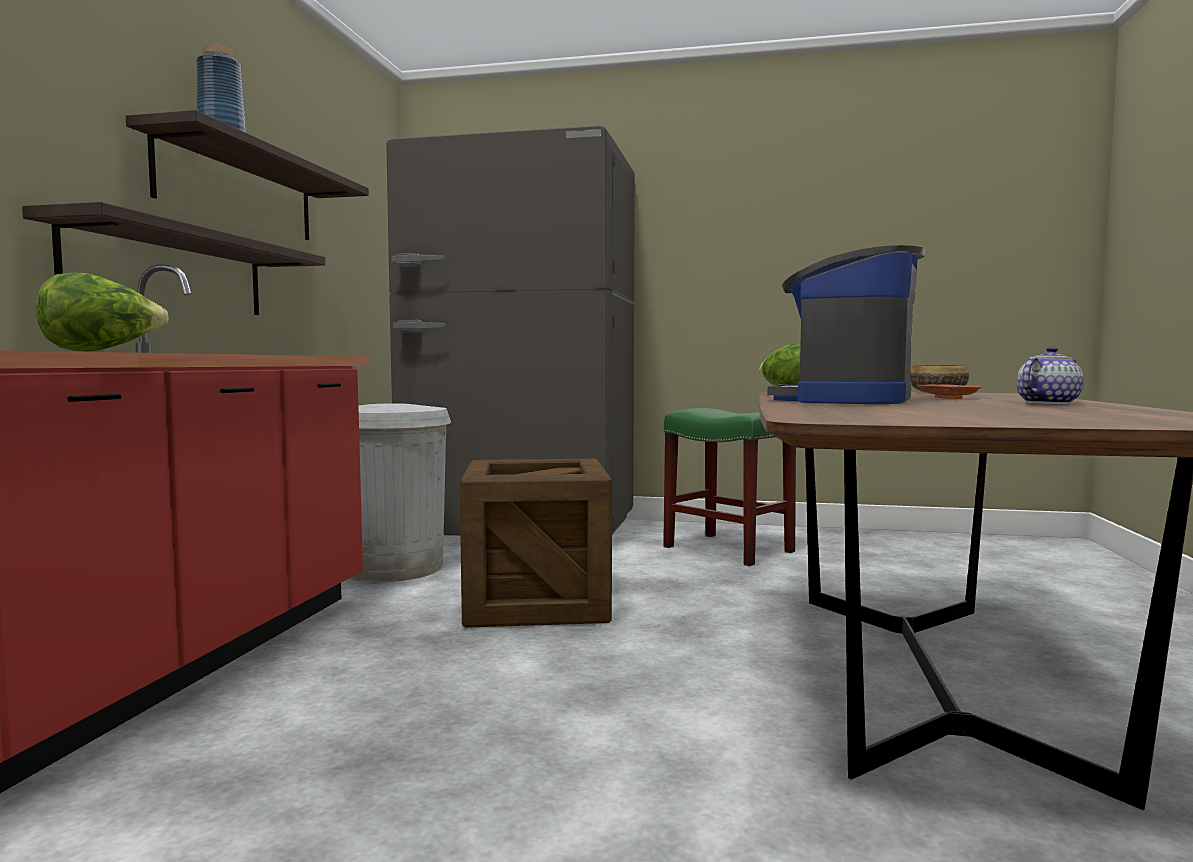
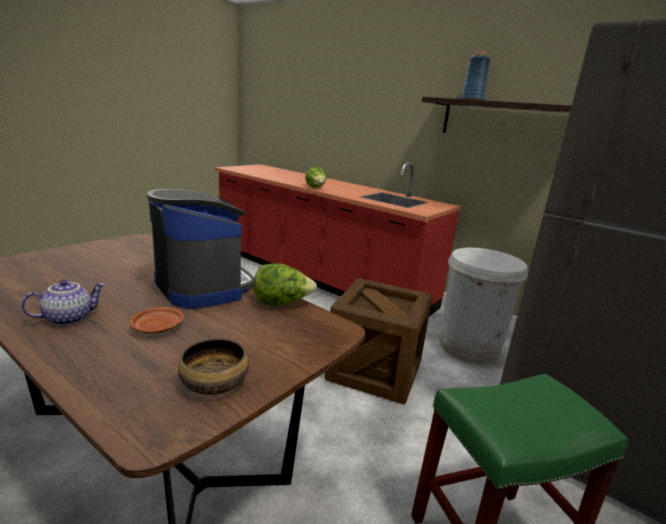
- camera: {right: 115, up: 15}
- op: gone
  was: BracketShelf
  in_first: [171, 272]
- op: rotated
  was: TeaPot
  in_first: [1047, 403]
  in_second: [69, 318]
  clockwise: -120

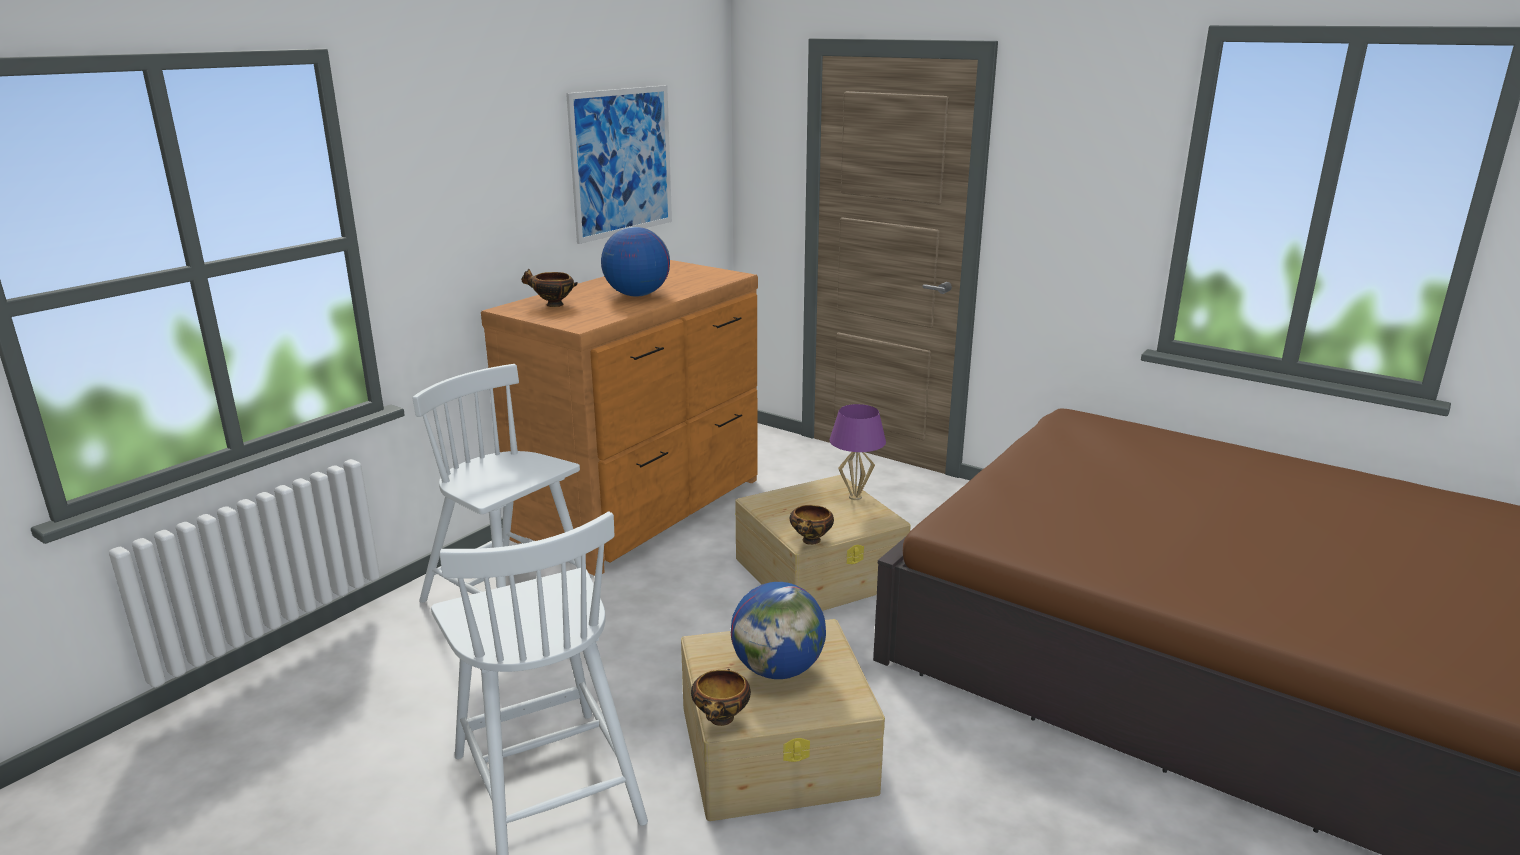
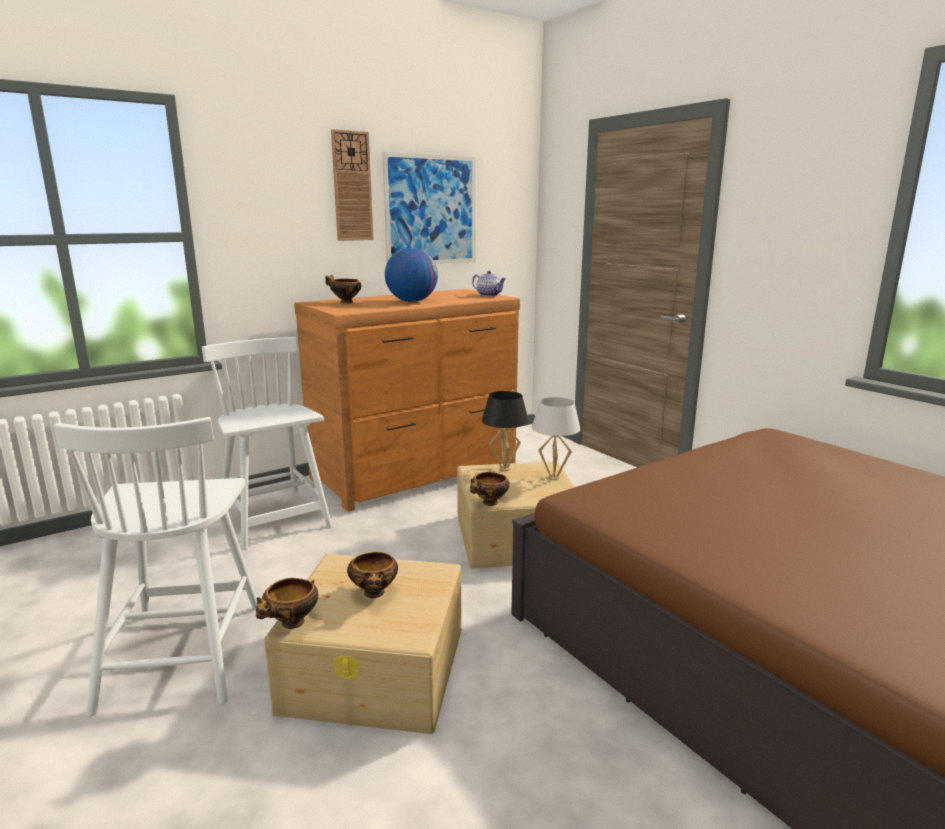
- camera: {right: 20, up: -5}
- op: repainted
  was: PurpleColouredLampForATable
  now: WhiteLampForATable
  in_first: [855, 497]
  in_second: [553, 478]
- op: swapped
  was: DeskGlobe
  now: DeepDish
  in_first: [778, 669]
  in_second: [374, 594]
- op: new
  now: HangingClock
  in_second: [352, 186]
- op: new
  now: TeaPot
  in_second: [489, 295]
- op: new
  now: BlackColouredLampForATable
  in_second: [504, 469]

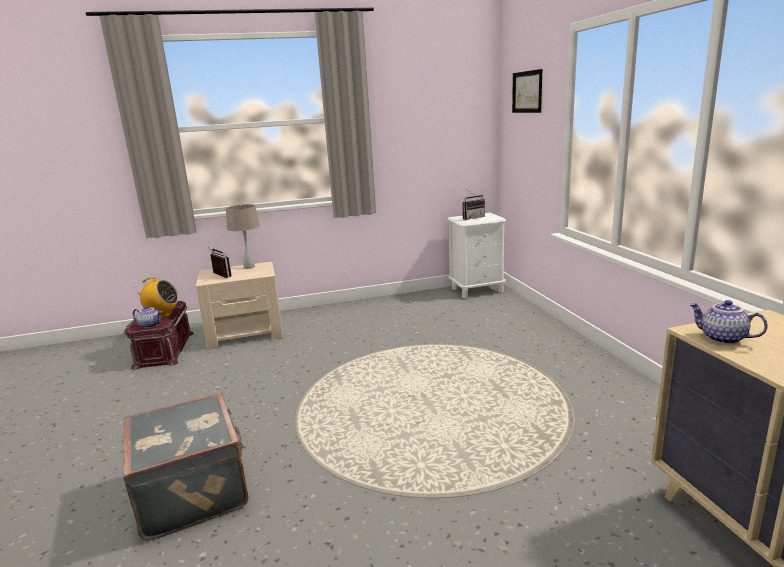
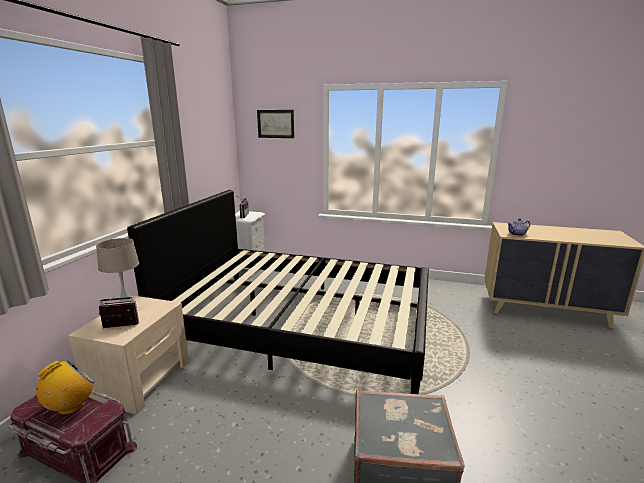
- camera: {right: -60, up: 0}
- op: gone
  was: TeaPot
  in_first: [150, 325]
- op: new
  now: BlackColouredBed
  in_second: [301, 323]

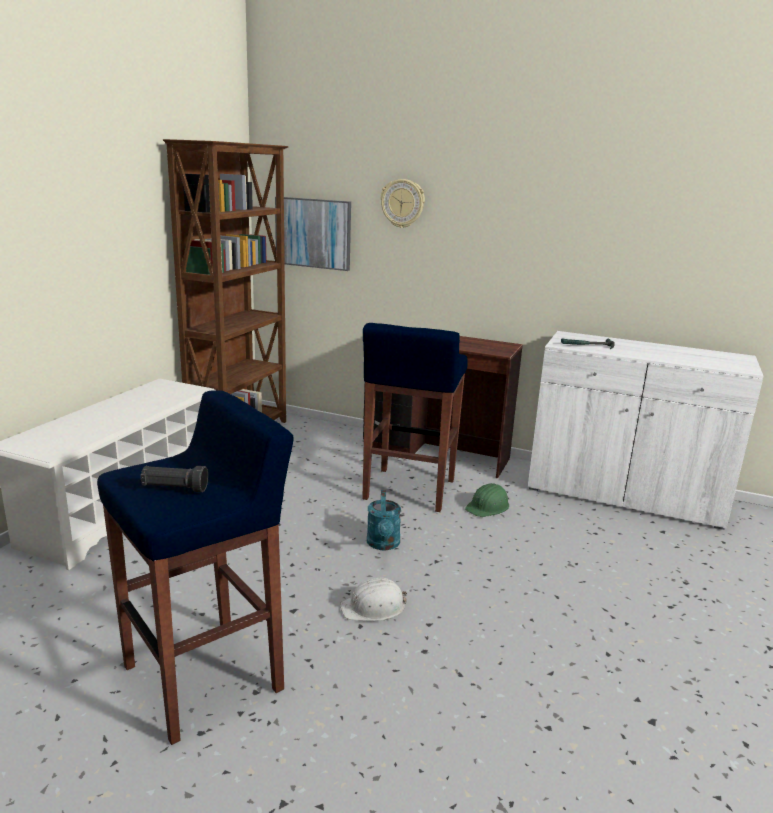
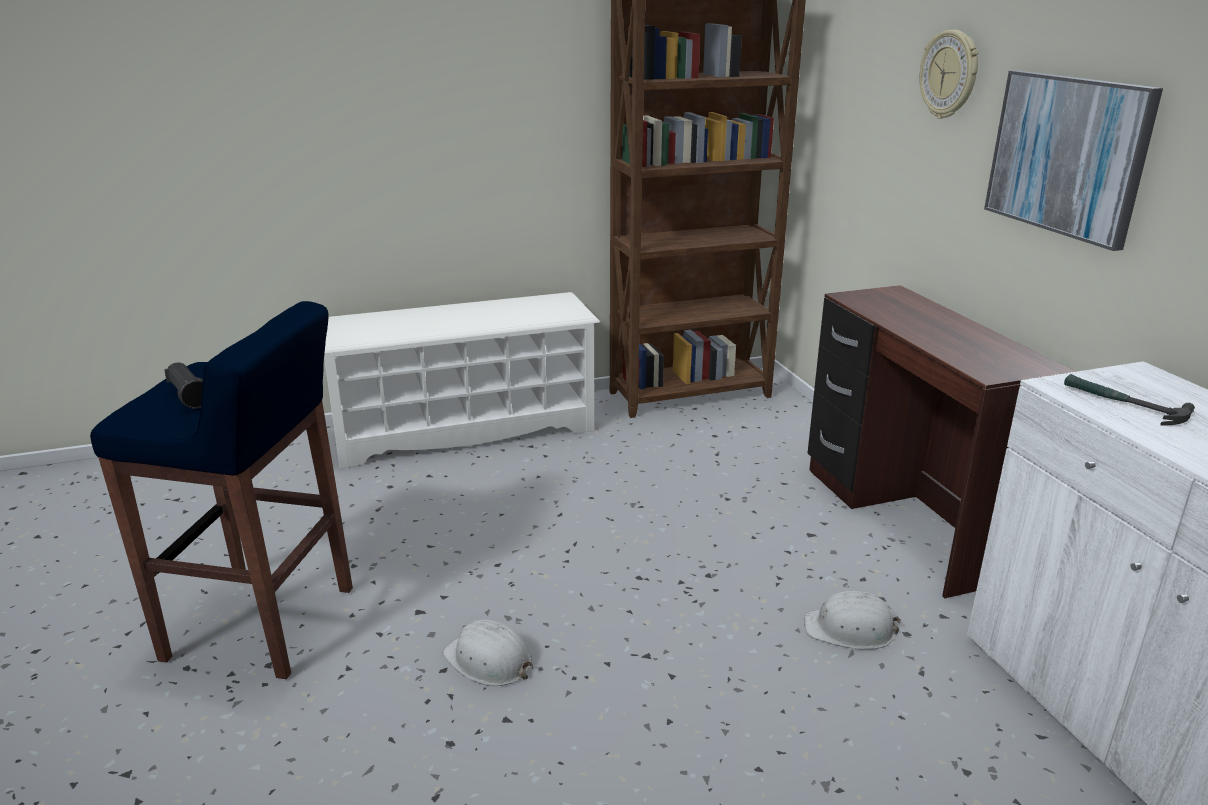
- camera: {right: 50, up: 5}
- op: shifted
  was: WallArt
  in_first: [313, 233]
  in_second: [1067, 155]
- op: gone
  was: BluishStool
  in_first: [408, 490]
- op: repainted
  was: GreenColouredHardHat
  now: WhiteHardHat
  in_first: [488, 507]
  in_second: [850, 630]
- op: gone
  was: TurquoiseColouredWateringPot
  in_first: [383, 545]

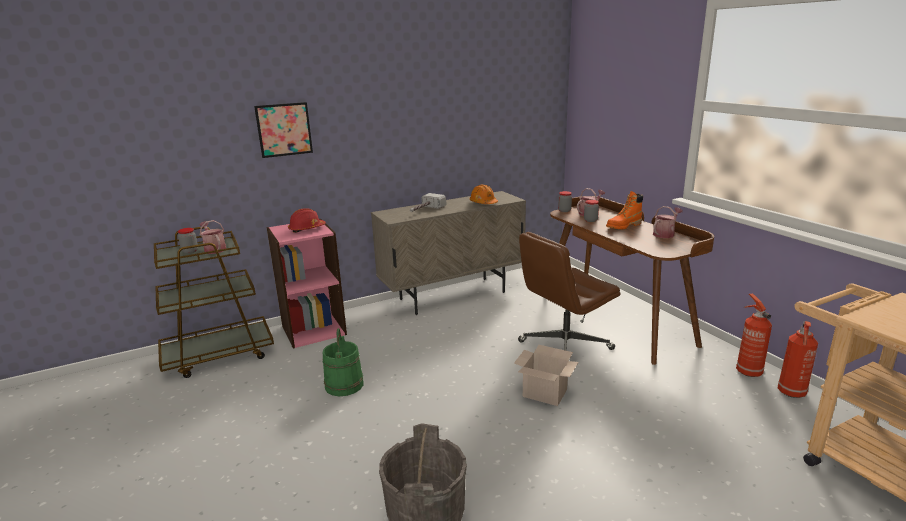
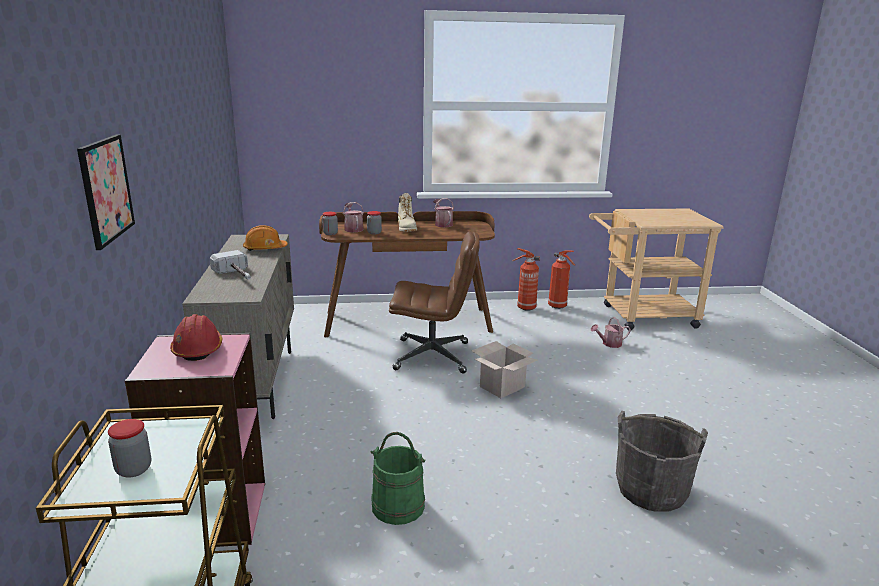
- camera: {right: -70, up: 0}
- op: repainted
  was: OrangeBoot
  now: BeigeBoot
  in_first: [623, 226]
  in_second: [407, 228]
- op: shifted
  was: WateringPot
  in_first: [214, 249]
  in_second: [609, 344]
- op: rotated
  was: BrownishComputerChair
  in_first: [564, 346]
  in_second: [433, 356]
  clockwise: -75

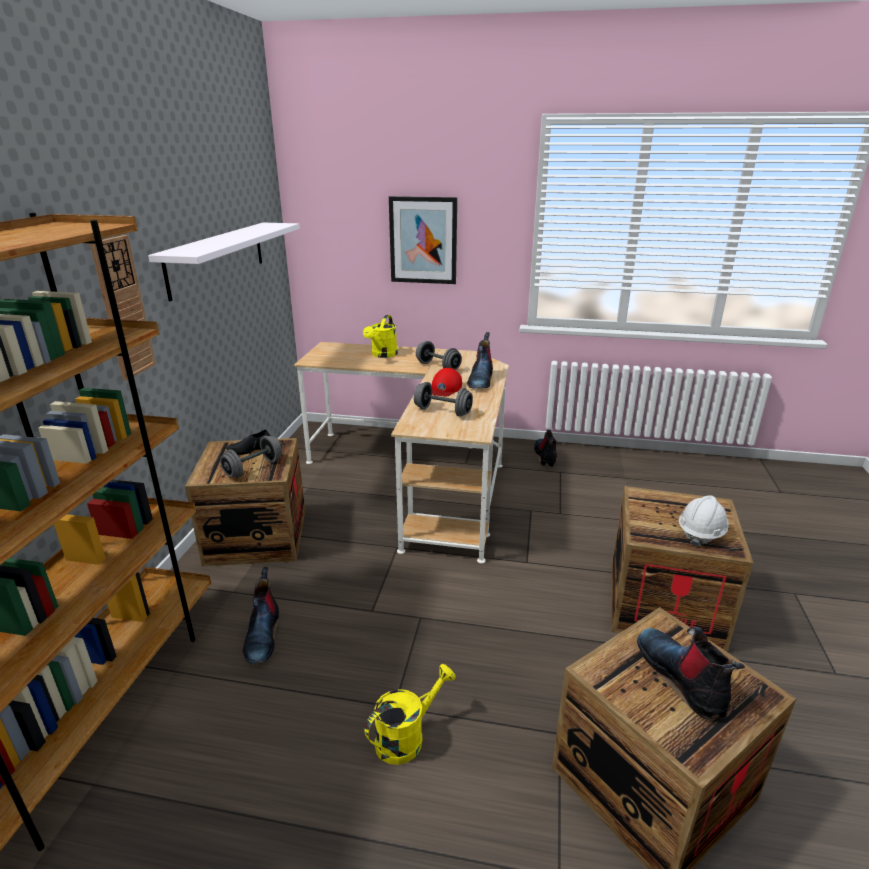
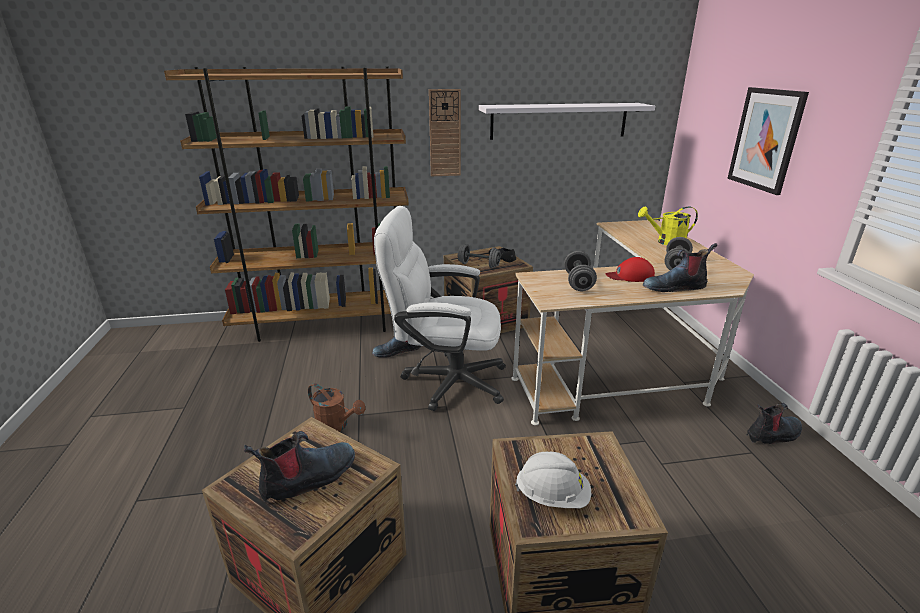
- camera: {right: 70, up: 0}
- op: repainted
  was: YellowColouredWateringPot
  now: BrownishWateringPot
  in_first: [407, 736]
  in_second: [336, 426]
- op: new
  now: WhiteComputerChair
  in_second: [444, 380]

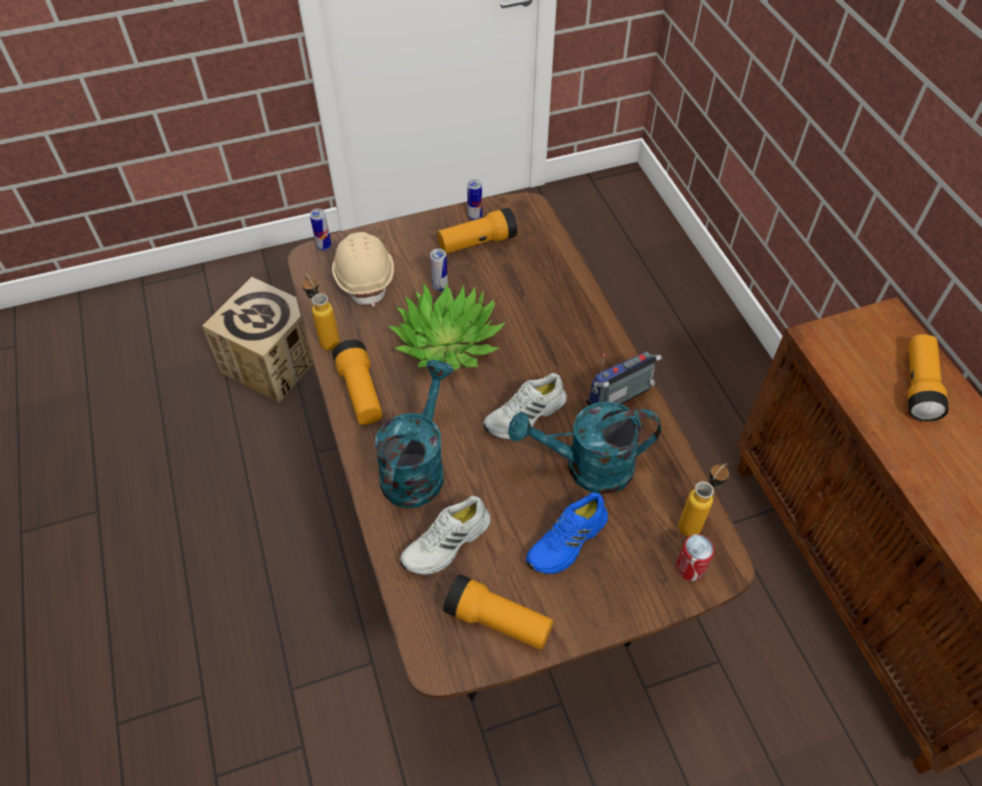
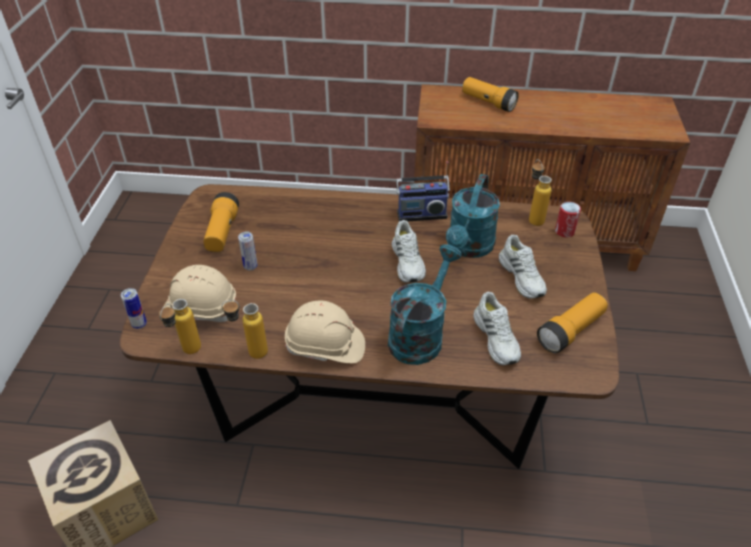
- camera: {right: -65, up: -10}
- op: gone
  was: MetalCan
  in_first: [475, 217]
- op: gone
  was: Houseplant
  in_first: [448, 342]
- op: swapped
  was: Flashlight
  now: BeigeHardHat
  in_first: [360, 392]
  in_second: [325, 347]
- op: rotated
  was: Radio
  in_first: [620, 398]
  in_second: [421, 213]
  clockwise: -90
- op: rotated
  was: TurquoiseColouredWateringPot
  in_first: [417, 466]
  in_second: [420, 334]
  clockwise: 75
- op: repainted
  was: BluishLowShoe
  now: WhiteLowShoe
  in_first: [568, 541]
  in_second: [523, 277]
- op: new
  now: BeverageBottle
  in_second: [187, 353]

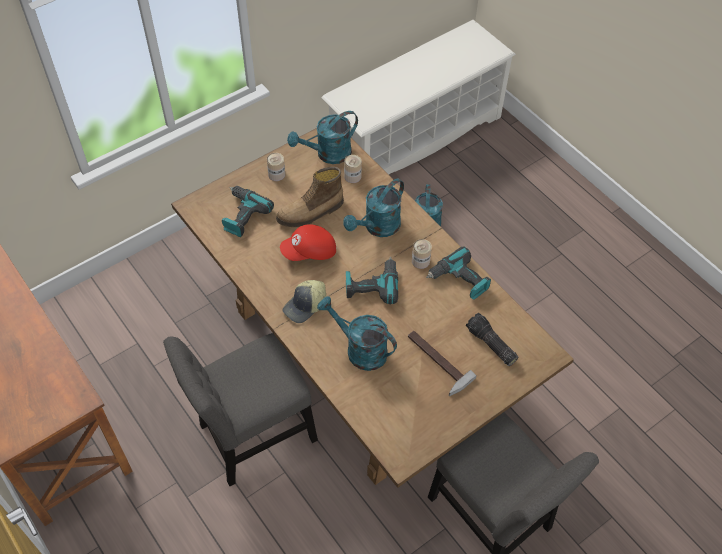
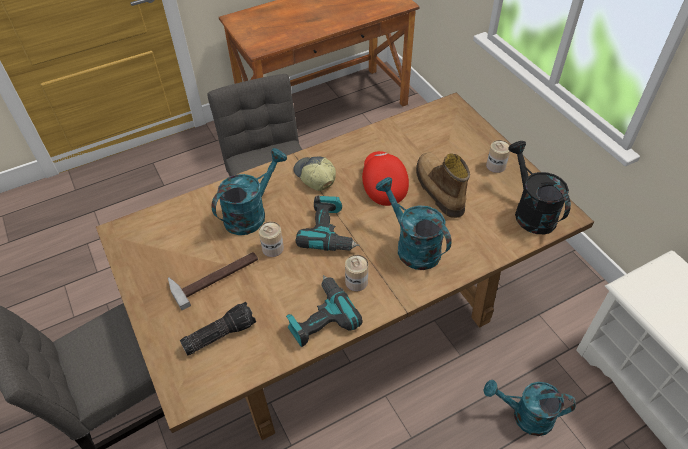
- camera: {right: 100, up: -5}
- op: repainted
  was: TurquoiseColouredWateringPot
  now: BlackColouredWateringPot
  in_first: [328, 154]
  in_second: [530, 211]
- op: shifted
  was: MetalCan
  in_first: [352, 176]
  in_second: [272, 248]
- op: gone
  was: Drill
  in_first: [242, 215]

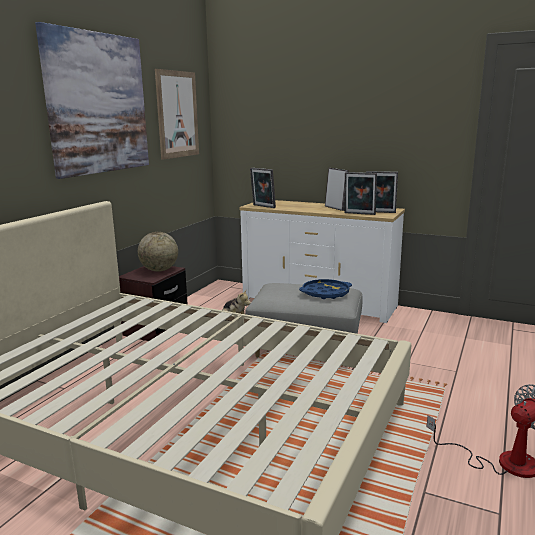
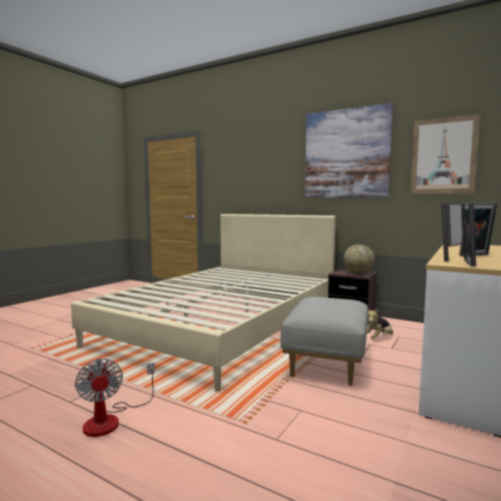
- camera: {right: 95, up: -10}
- op: gone
  was: BluishCarryingTray
  in_first: [325, 293]

